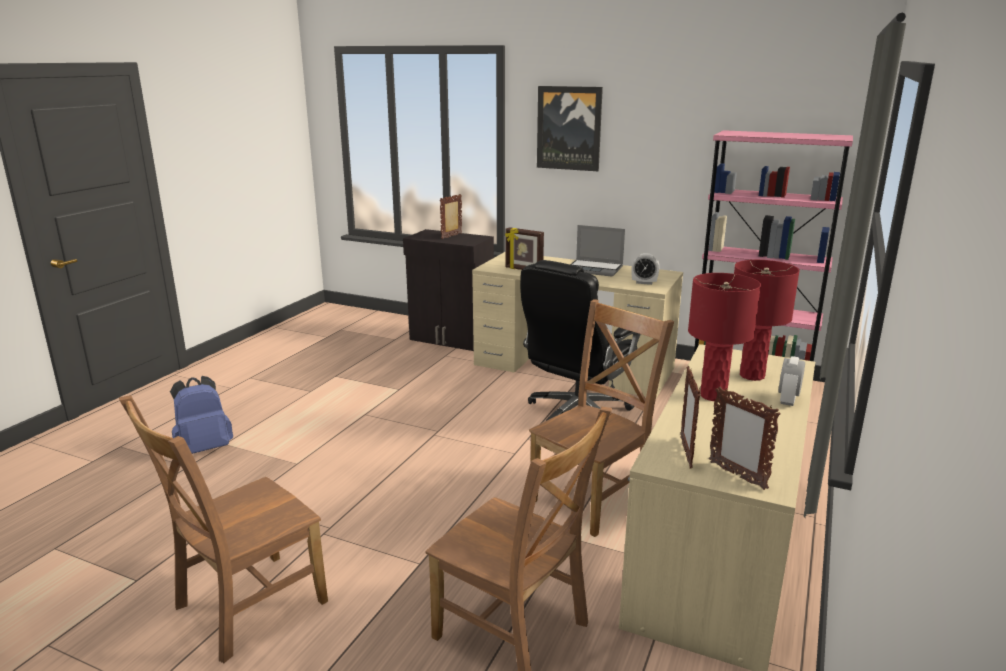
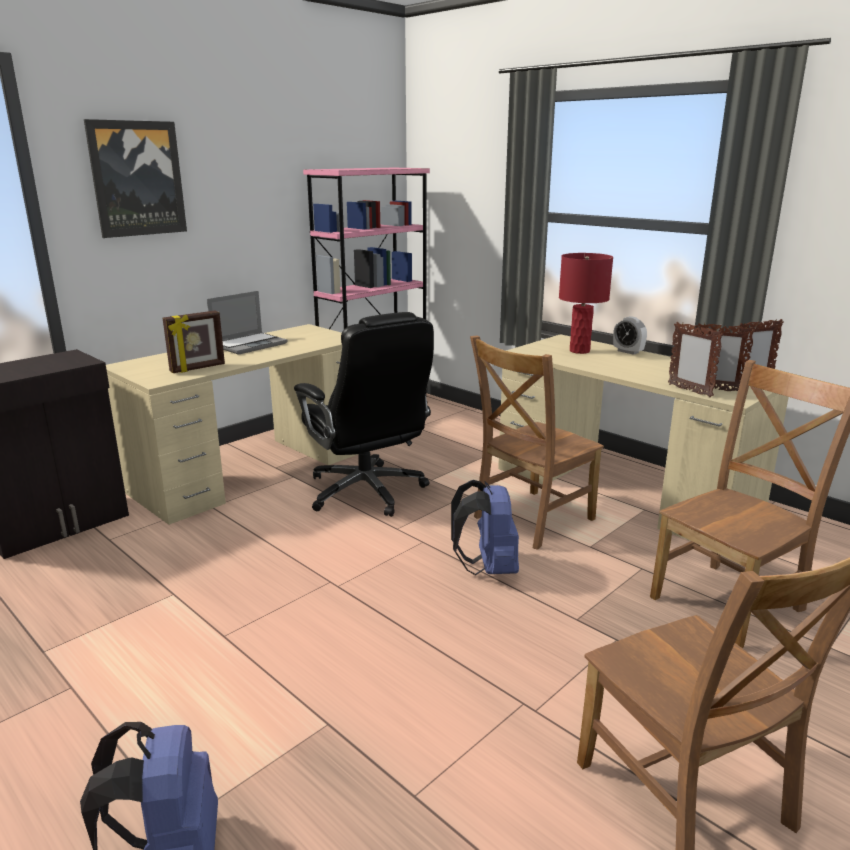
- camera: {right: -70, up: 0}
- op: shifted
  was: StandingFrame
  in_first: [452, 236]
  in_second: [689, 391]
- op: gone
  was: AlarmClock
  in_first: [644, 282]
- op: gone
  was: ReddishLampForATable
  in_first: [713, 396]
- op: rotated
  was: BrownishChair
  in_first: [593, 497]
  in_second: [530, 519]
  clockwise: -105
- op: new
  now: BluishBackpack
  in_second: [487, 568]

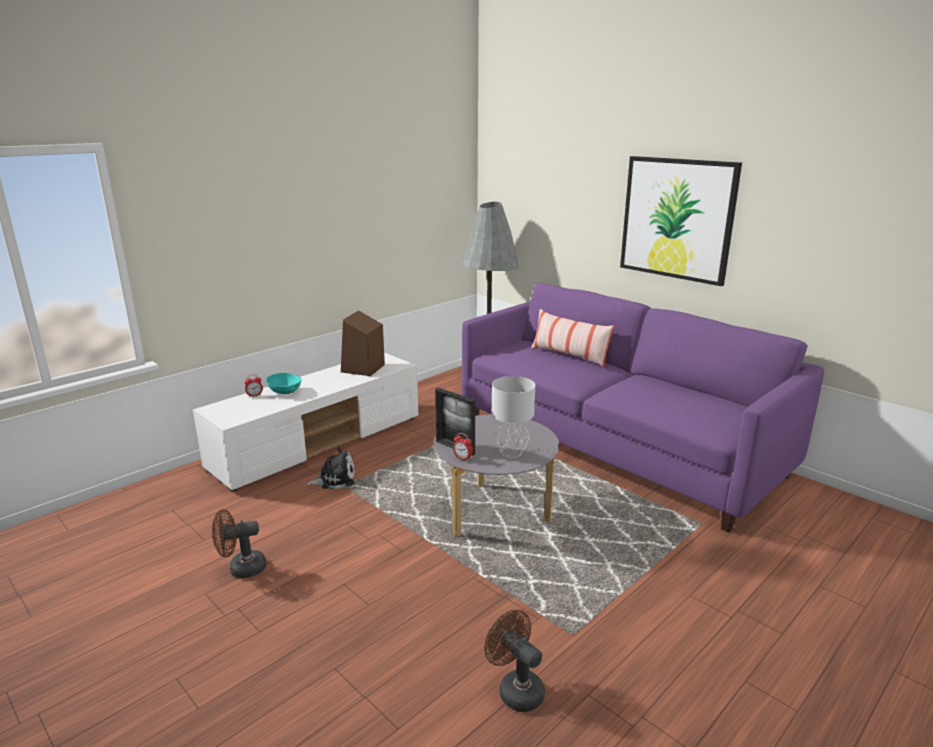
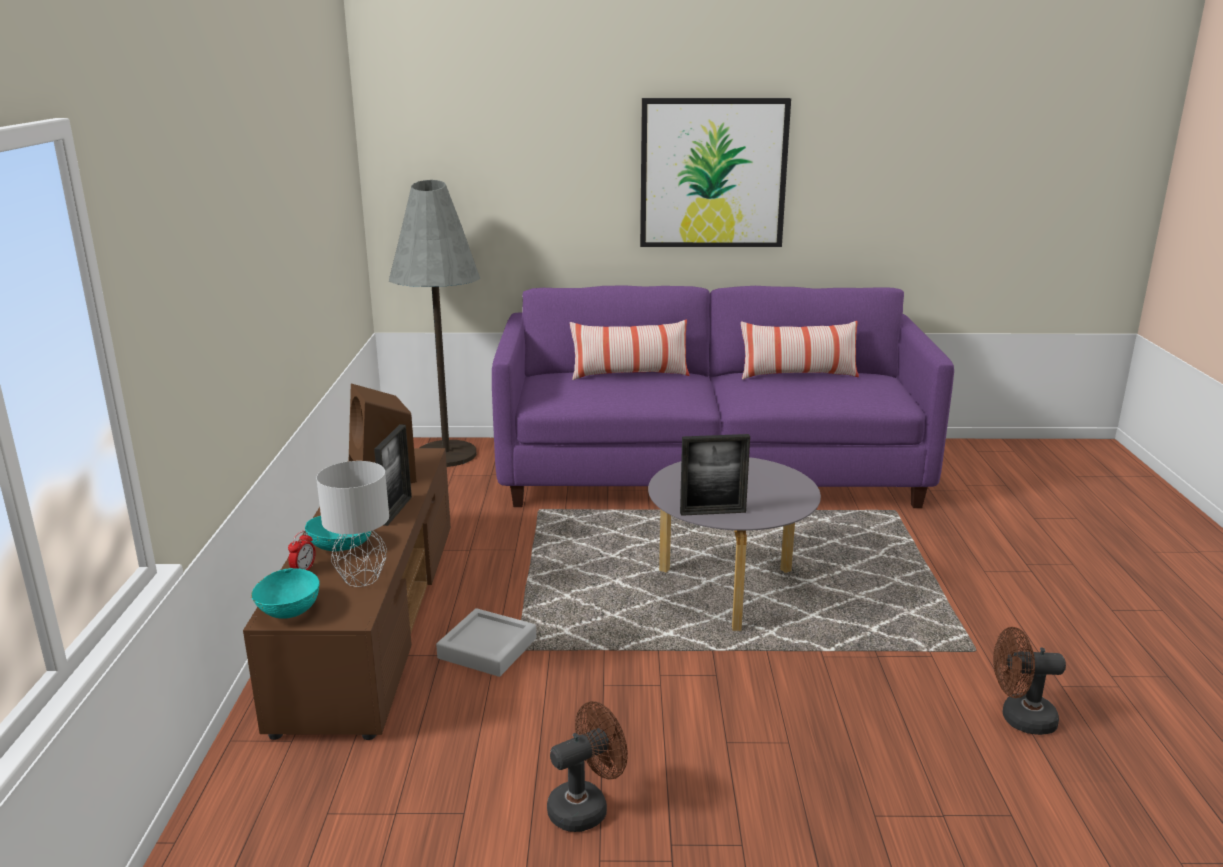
- camera: {right: -45, up: 0}
- op: repainted
  was: WhiteTvStand
  now: BrownishTvStand
  in_first: [319, 442]
  in_second: [371, 618]
- op: shifted
  was: GrayLampForATable
  in_first: [510, 452]
  in_second: [360, 578]
- op: gone
  was: AlarmClock
  in_first: [462, 458]
- op: swapped
  was: SoftToy
  now: GrayCarryingTray
  in_first: [335, 479]
  in_second: [487, 648]
- op: rotated
  was: BrownishElectricFan
  in_first: [241, 569]
  in_second: [586, 807]
  clockwise: -150
- op: new
  now: Pillow
  in_second: [798, 375]
- op: new
  now: StandingFrame
  in_second: [397, 510]
- op: new
  now: TurquoiseColouredDeepDish
  in_second: [288, 610]

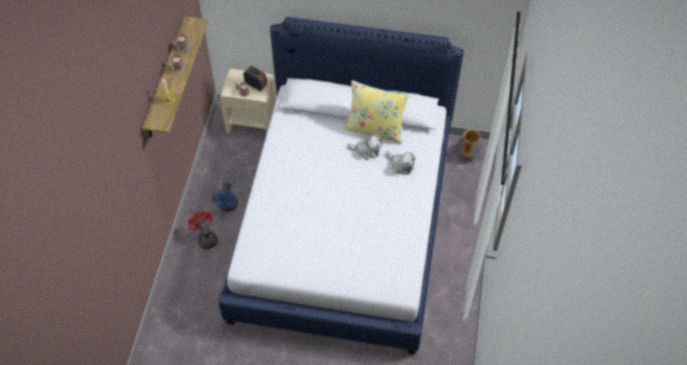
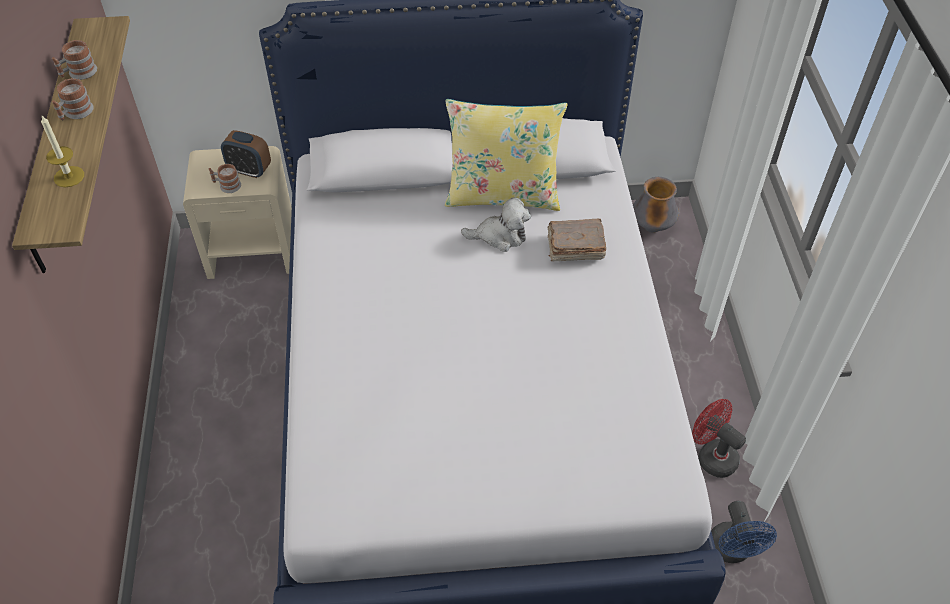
- camera: {right: -15, up: -5}
- op: swapped
  was: SoftToy
  now: BrownishVolume
  in_first: [400, 165]
  in_second: [574, 248]
- op: shifted
  was: BluishElectricFan
  in_first: [228, 206]
  in_second: [732, 551]
- op: shifted
  was: ReddishElectricFan
  in_first: [206, 238]
  in_second: [712, 456]

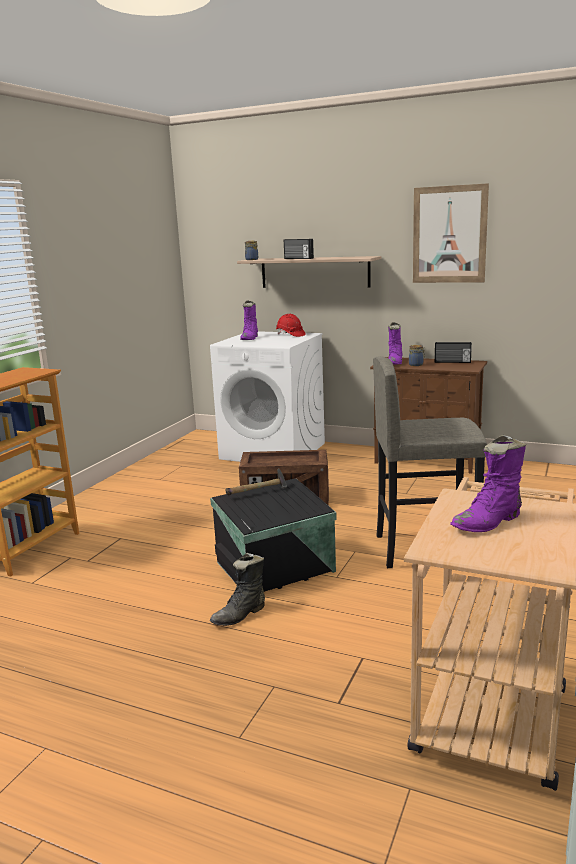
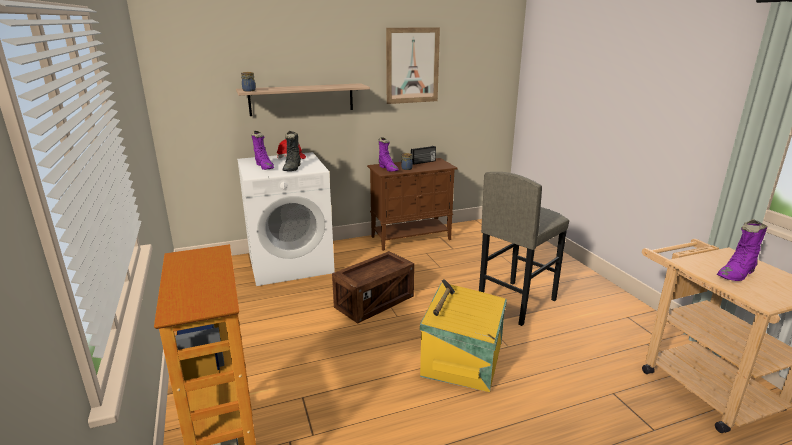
- camera: {right: -45, up: 5}
- op: gone
  was: Radio
  in_first: [298, 258]
- op: rotated
  was: PurpleColouredBoot
  in_first: [488, 522]
  in_second: [737, 274]
  clockwise: 45
- op: repainted
  was: BlackColouredStorageBox
  now: YellowColouredStorageBox
  in_first: [277, 567]
  in_second: [464, 358]
- op: shifted
  was: BlackColouredBoot
  in_first: [240, 615]
  in_second: [292, 168]

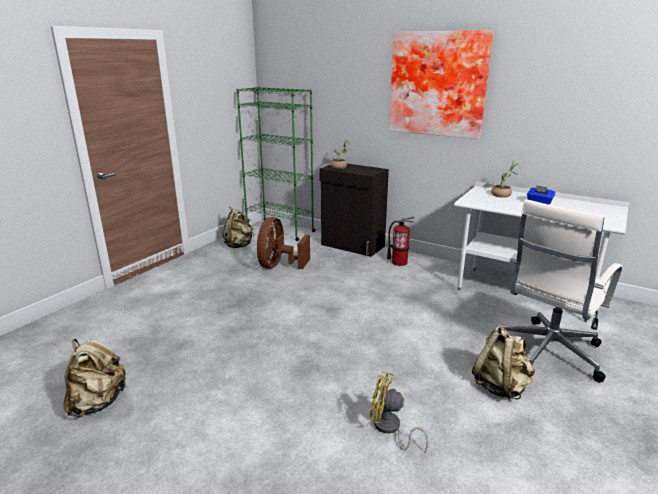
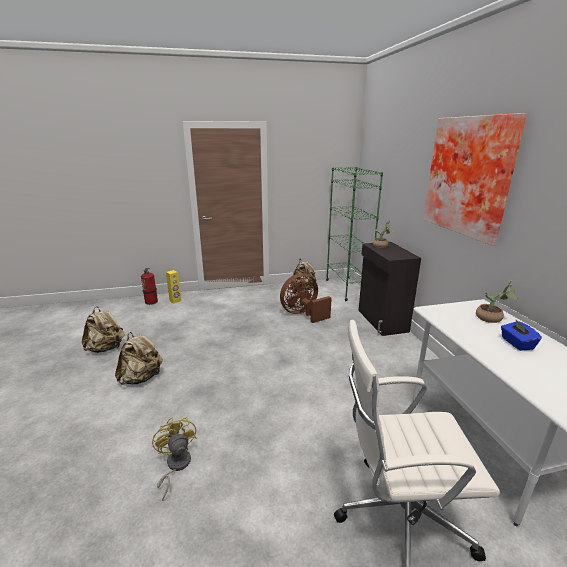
- camera: {right: 45, up: 0}
- op: shifted
  was: Extinguisher
  in_first: [399, 262]
  in_second: [151, 301]
- op: shifted
  was: BeigeBackpack
  in_first: [500, 386]
  in_second: [141, 378]
- op: new
  now: YellowColouredSpeaker
  in_second: [175, 301]

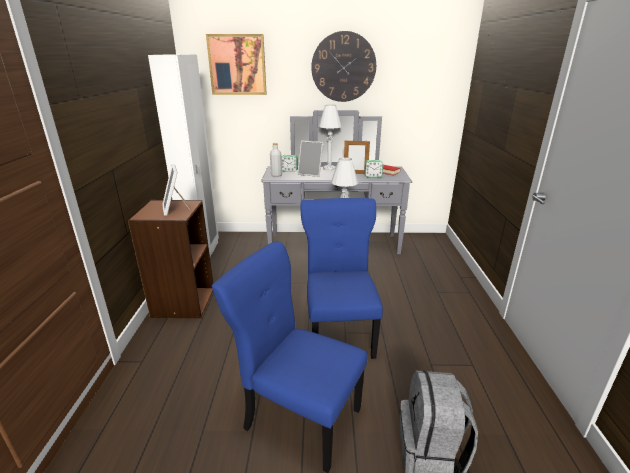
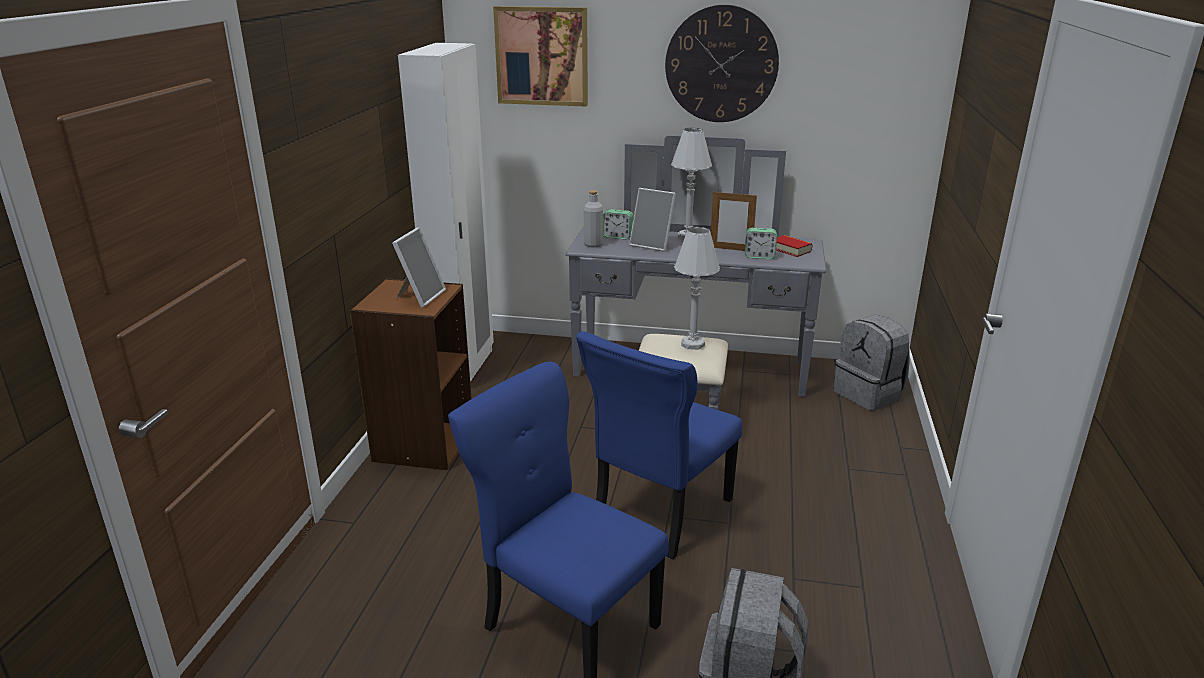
- camera: {right: 10, up: 0}
- op: rotated
  was: StandingFrame
  in_first: [175, 209]
  in_second: [420, 297]
  clockwise: -150
- op: rotated
  was: BluishChair
  in_first: [339, 332]
  in_second: [659, 514]
  clockwise: -150
- op: new
  now: GrayBackpack
  in_second: [869, 394]

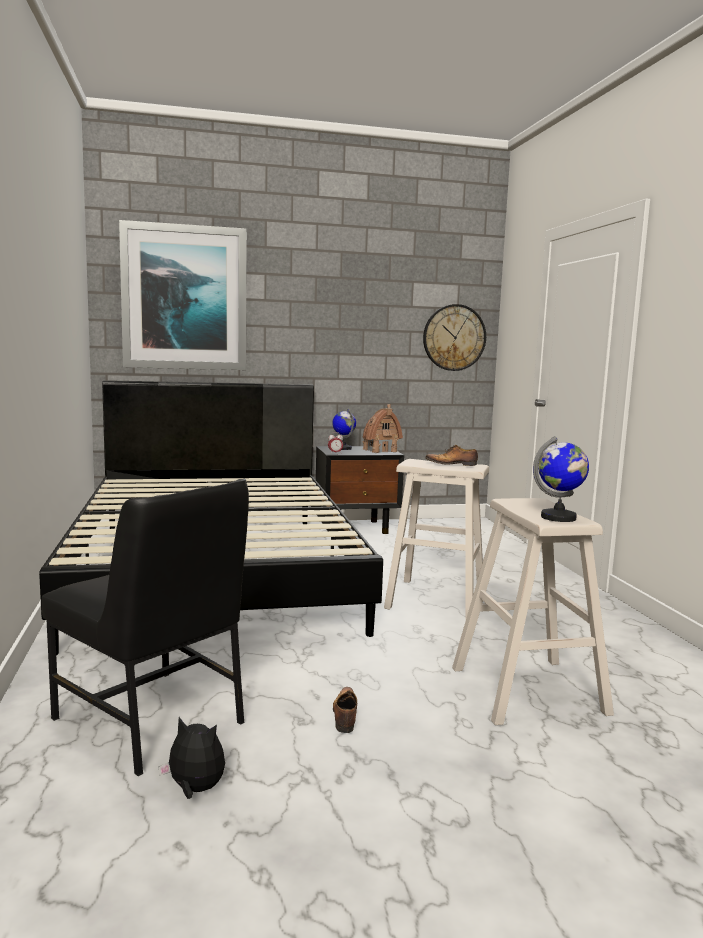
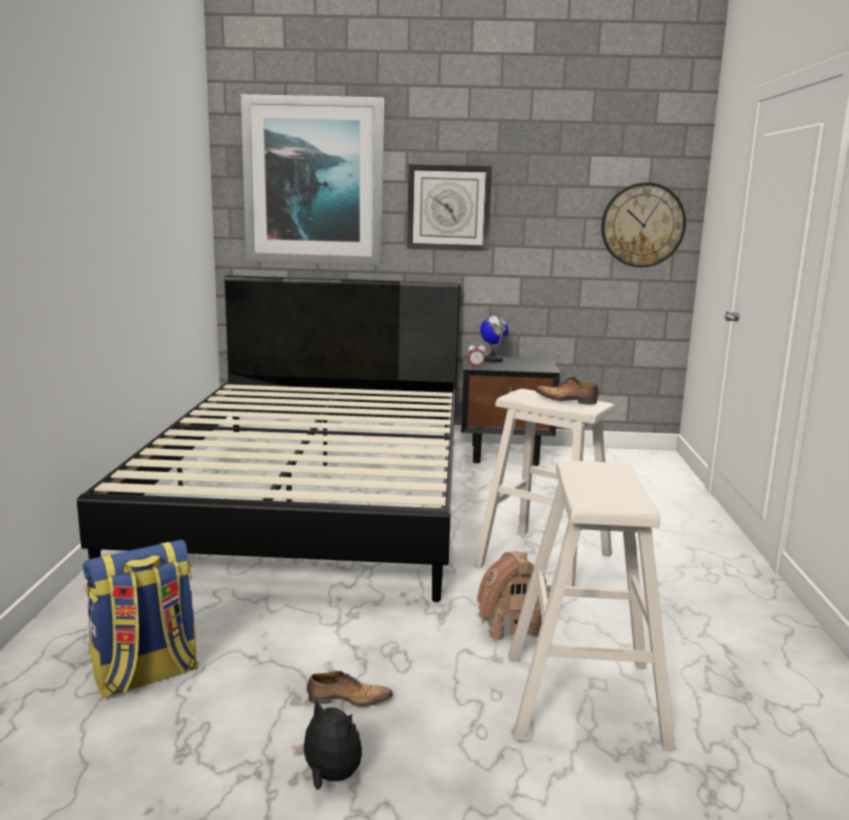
- camera: {right: 15, up: 5}
- op: shifted
  was: ModelHouse
  in_first: [380, 450]
  in_second: [510, 625]
- op: gone
  was: DeskGlobe
  in_first: [559, 517]
- op: swapped
  was: BlackColouredChair
  now: Backpack
  in_first: [152, 720]
  in_second: [145, 675]
- op: rotated
  was: LowShoe
  in_first: [345, 715]
  in_second: [348, 700]
  clockwise: 75
- op: shifted
  was: SoftToy
  in_first: [195, 790]
  in_second: [329, 777]
- op: new
  now: HangingClock
  in_second: [448, 208]

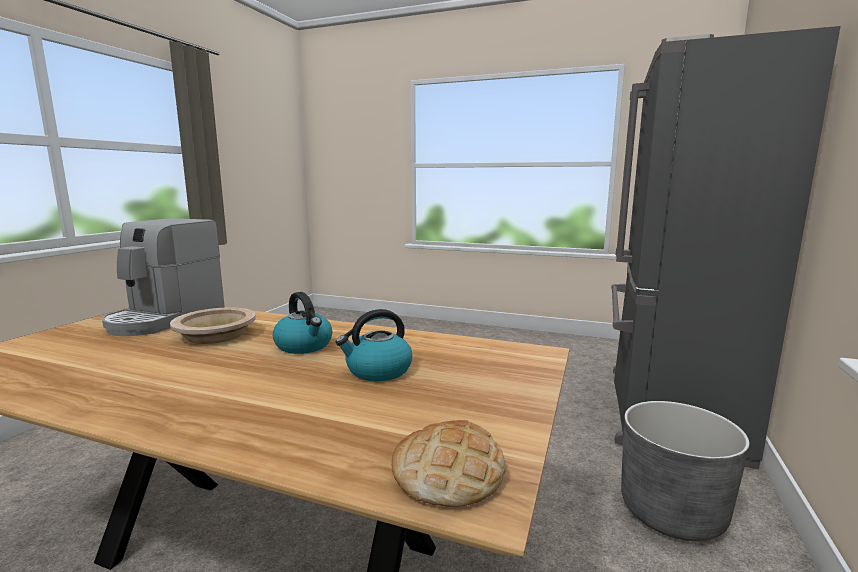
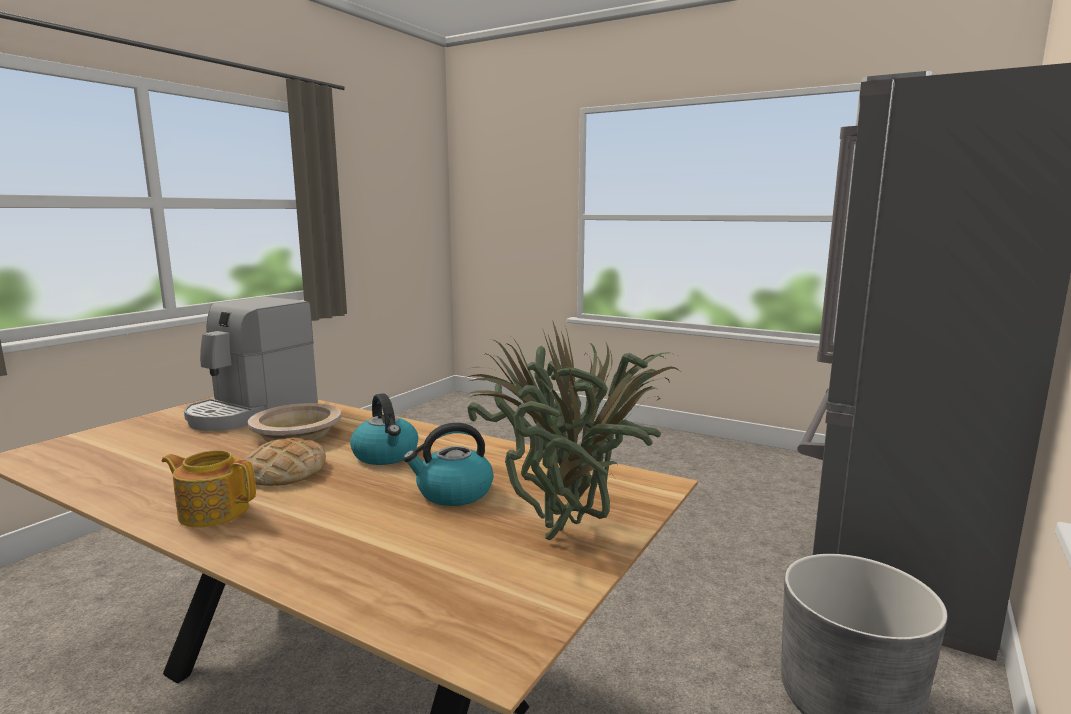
- camera: {right: 10, up: 0}
- op: shifted
  was: Bread
  in_first: [448, 472]
  in_second: [285, 471]
- op: new
  now: Houseplant
  in_second: [573, 532]
- op: new
  now: TeaPot
  in_second: [213, 511]

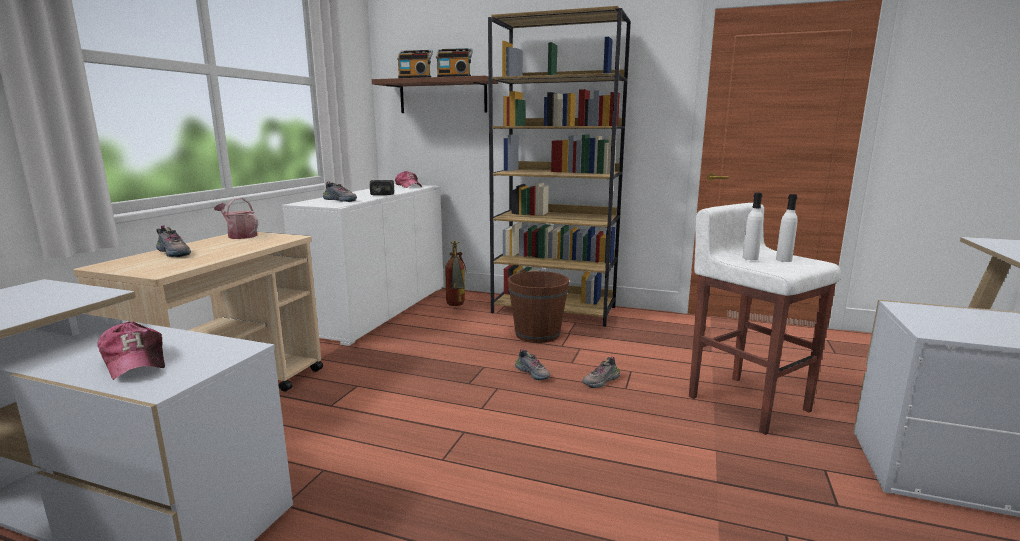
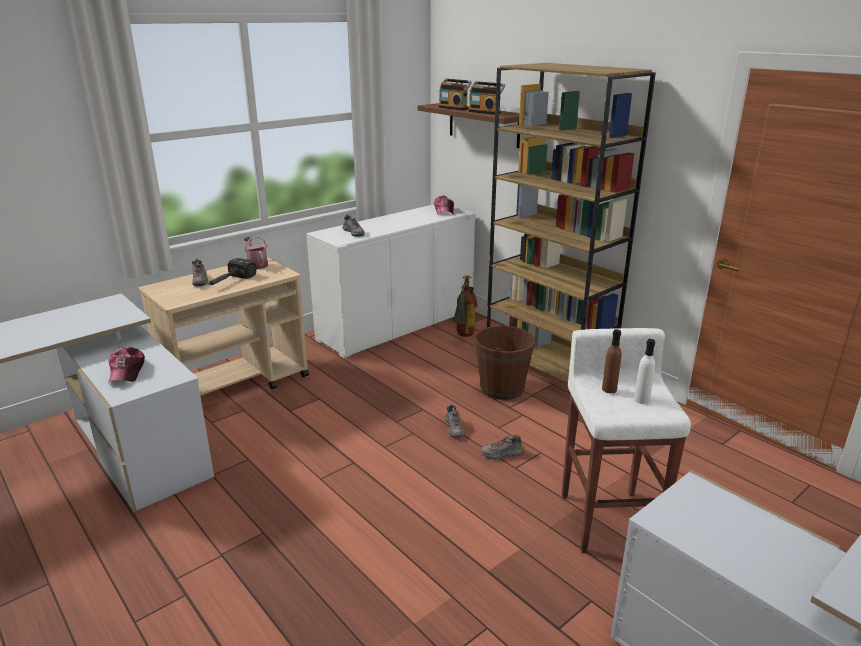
- camera: {right: 30, up: 10}
- op: shifted
  was: Hammer
  in_first: [379, 196]
  in_second: [229, 282]
- op: repainted
  was: WhiteBeverageBottle
  now: BrownishBeverageBottle
  in_first: [750, 258]
  in_second: [609, 389]

